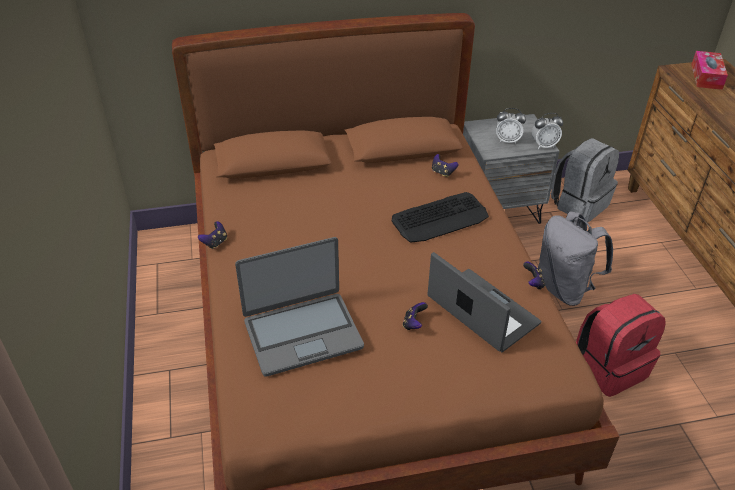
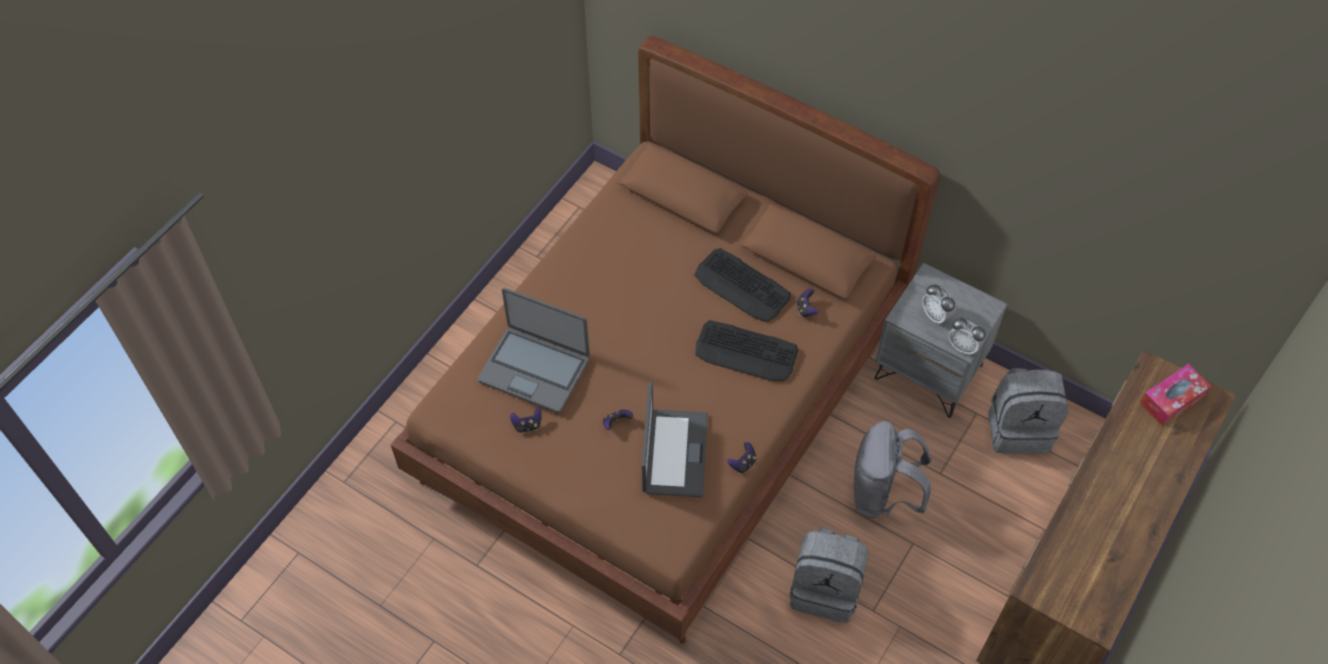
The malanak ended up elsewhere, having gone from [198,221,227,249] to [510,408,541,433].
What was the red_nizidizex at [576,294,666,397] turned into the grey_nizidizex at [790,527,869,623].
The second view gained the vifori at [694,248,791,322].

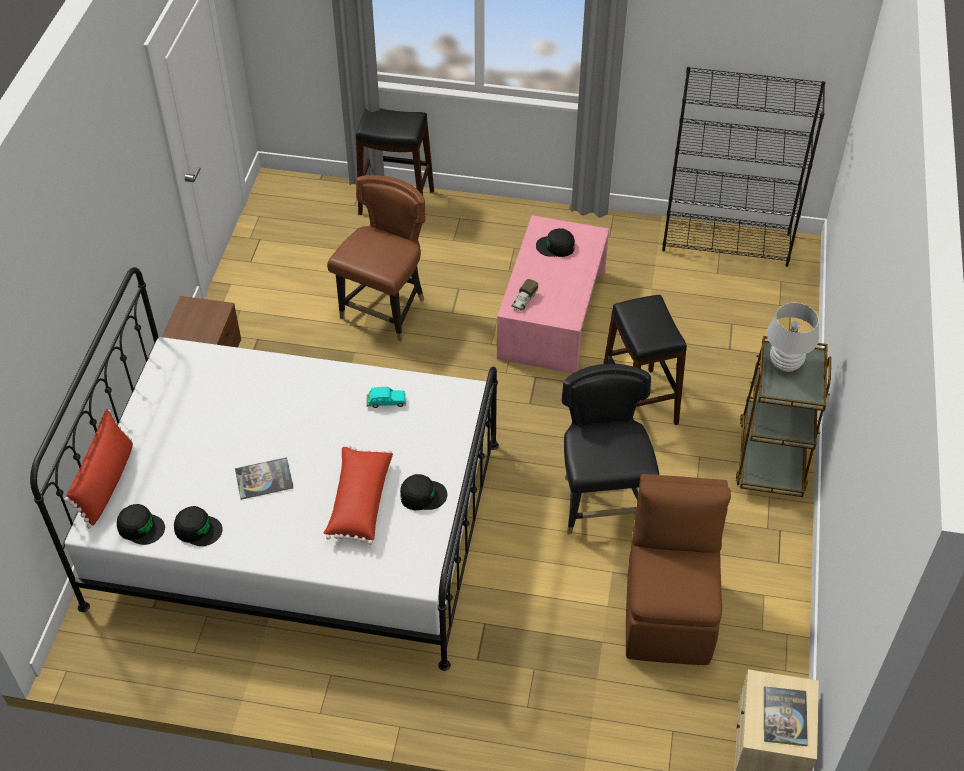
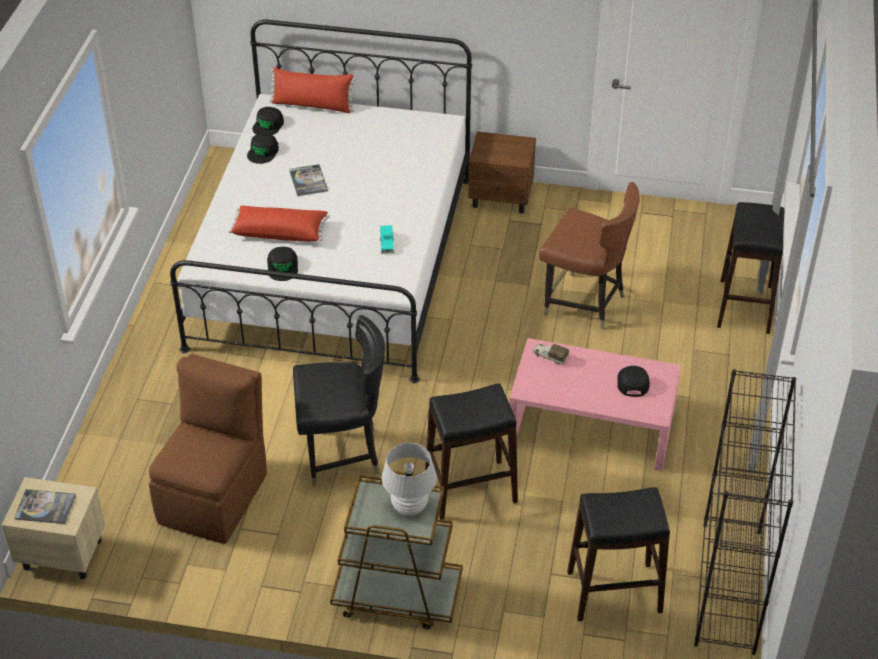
The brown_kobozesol at [626,474,731,665] ended up facing another way, 75 degrees counterclockwise from before.
The second view gained the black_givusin at [567,487,670,621].

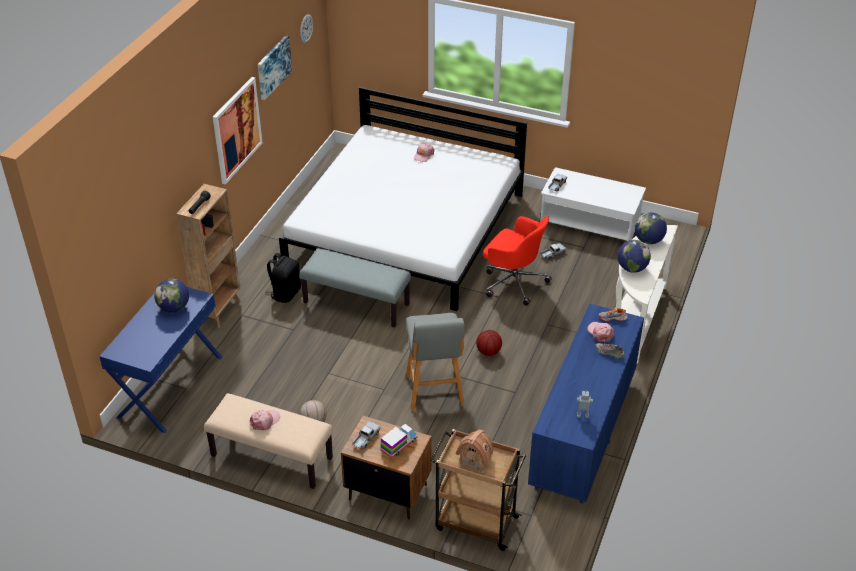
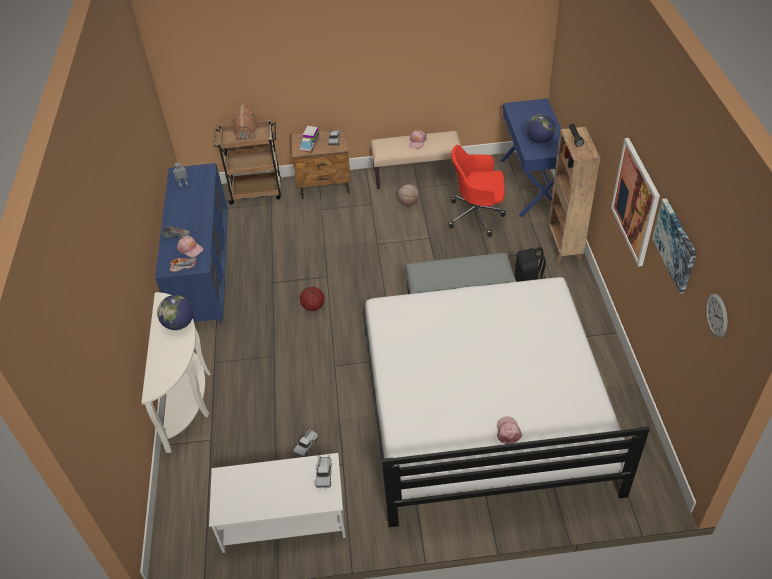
The second view lost the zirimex at [635,213,667,244].
The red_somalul ended up elsewhere, having gone from [483,216,552,306] to [449,145,506,237].
The second view lost the grey_givusin at [406,313,465,411].

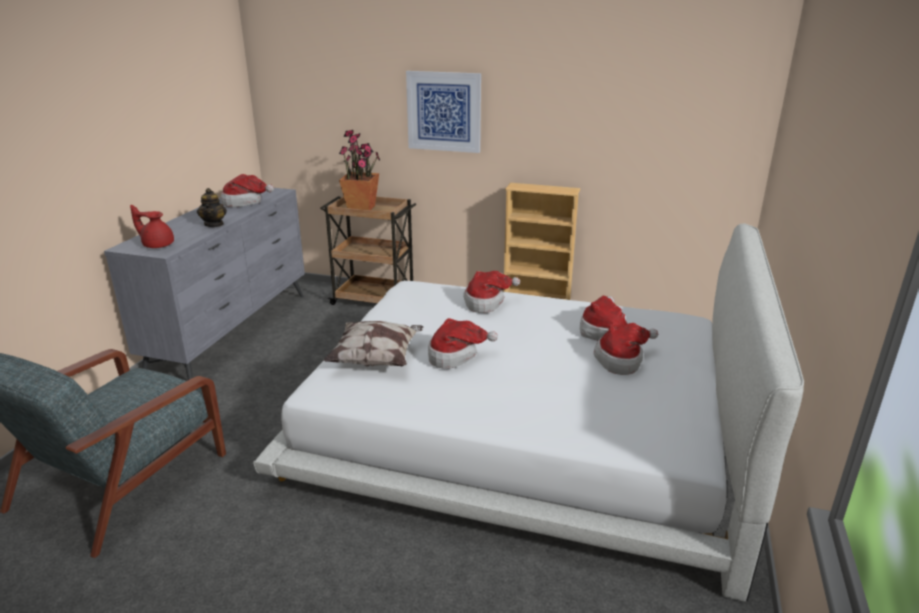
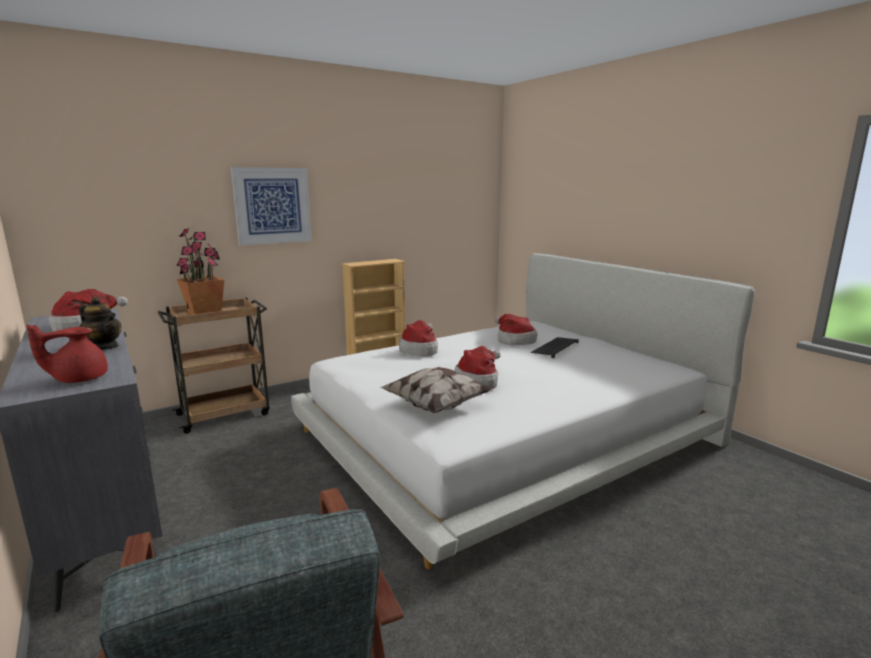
Where the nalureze stood at [594,323,658,375], the vifori came to stand at [531,337,579,358].

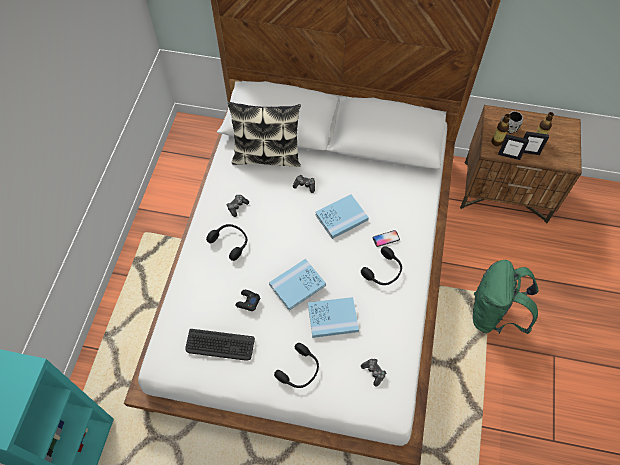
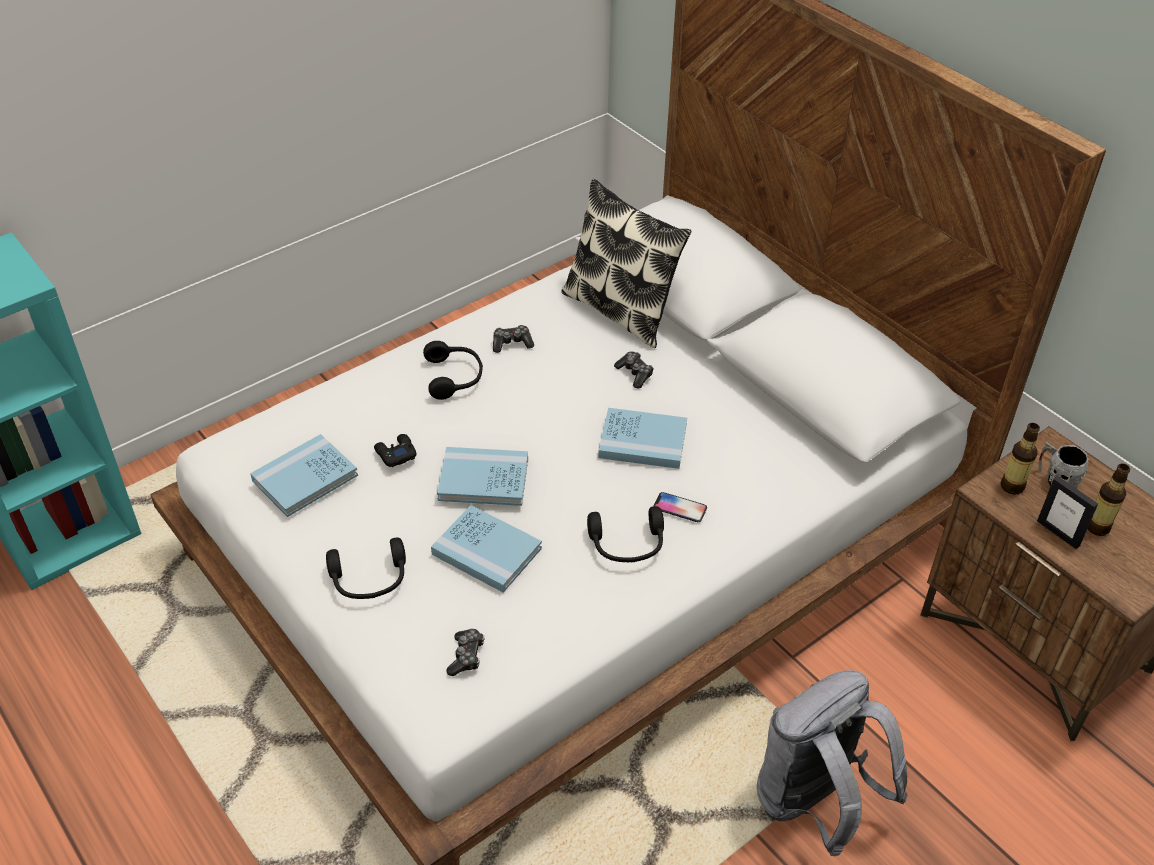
The second view lost the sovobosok at [498,134,529,160].
What was the green_nizidizex at [473,260,538,334] turned into the grey_nizidizex at [757,670,908,856].
Where the vifori stood at [185,329,255,361], the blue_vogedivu came to stand at [250,434,358,517].

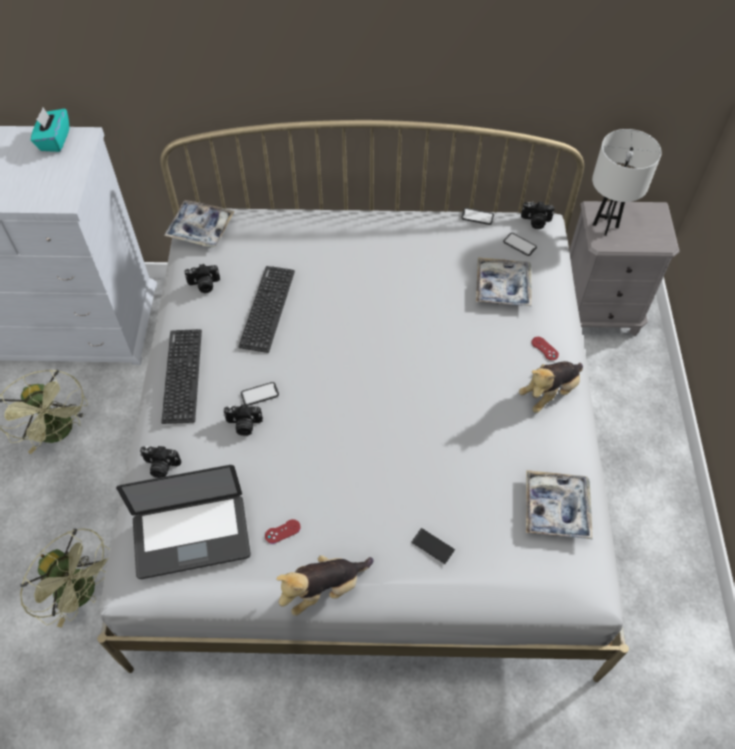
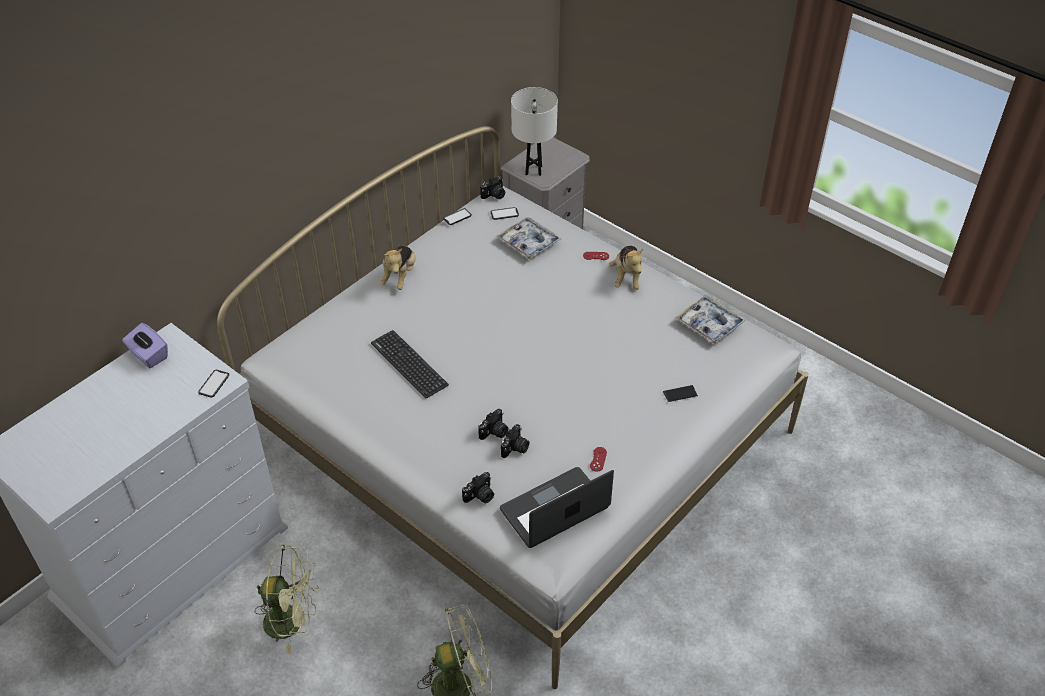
What was the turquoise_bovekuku at [31,108,69,152] turned into the purple_bovekuku at [122,323,168,368].
The second view lost the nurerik at [164,200,235,248].
The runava ended up elsewhere, having gone from [185,264,220,293] to [501,424,529,458].
The second view lost the vifori at [161,329,202,424].
The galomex ended up elsewhere, having gone from [241,382,279,406] to [198,370,229,398].
The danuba at [116,465,251,579] ended up facing another way, 150 degrees counterclockwise from before.
The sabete ended up elsewhere, having gone from [276,555,374,616] to [380,245,416,290].

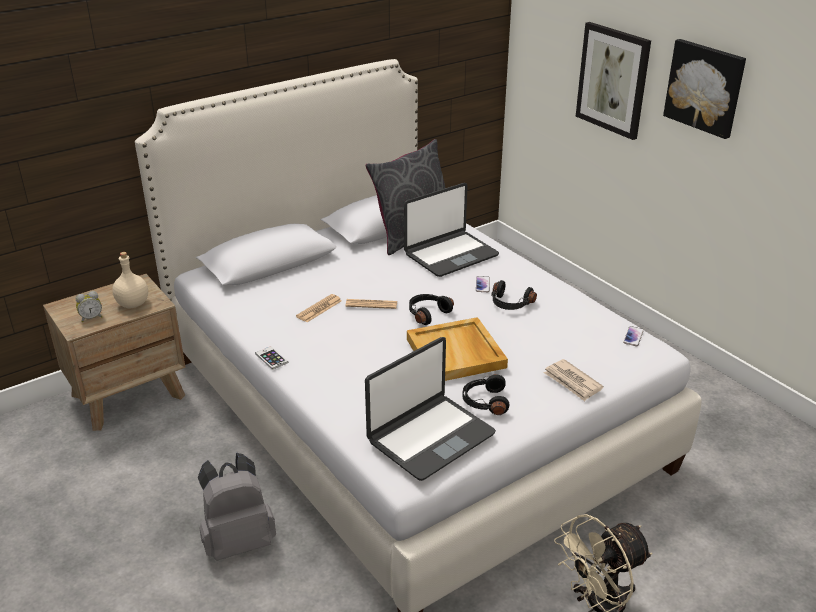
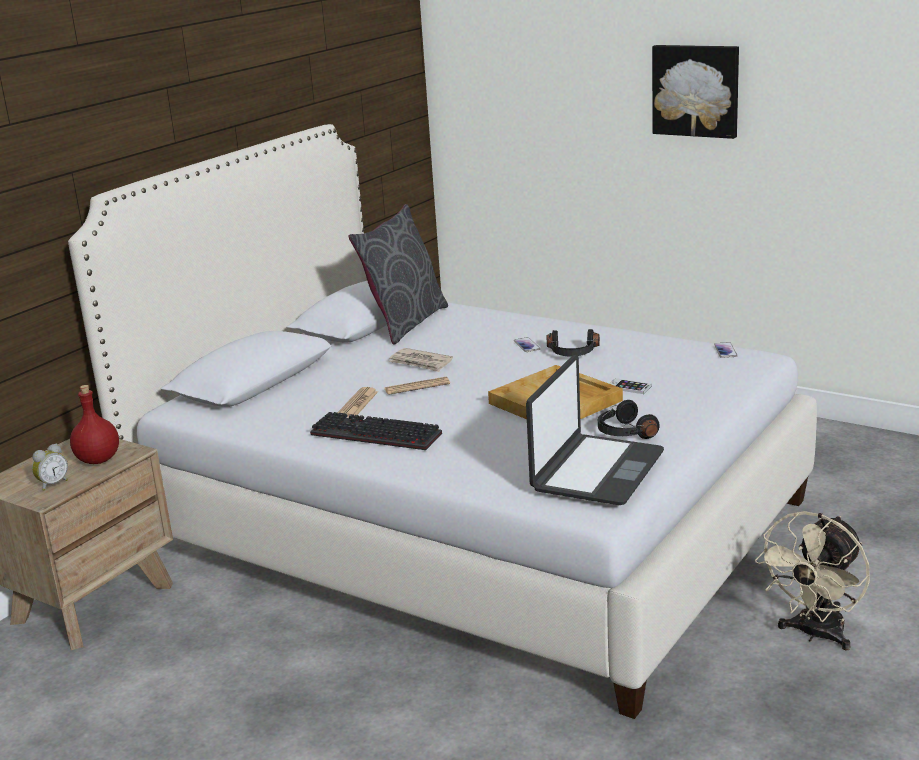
The second view lost the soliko at [576,22,651,140].
The second view lost the danuba at [404,183,499,277].
What was the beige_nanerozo at [112,252,148,309] turned into the red_nanerozo at [70,385,119,464].
The second view lost the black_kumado at [409,294,454,325].
The galomex ended up elsewhere, having gone from [255,346,288,370] to [610,378,652,394].
The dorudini ended up elsewhere, having gone from [544,359,603,401] to [389,348,453,372].
The second view lost the grey_nizidizex at [198,453,276,561].
The second view gained the vifori at [310,412,442,450].

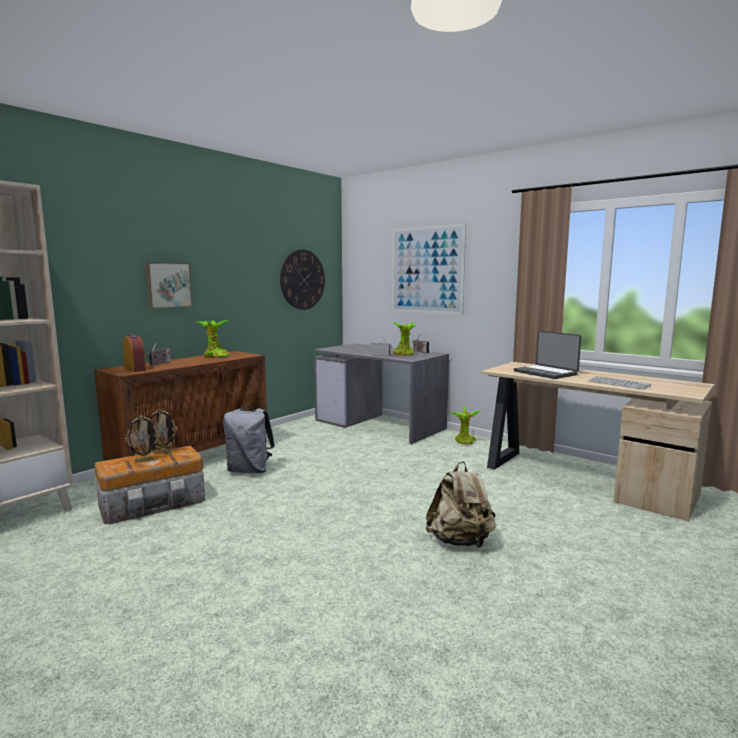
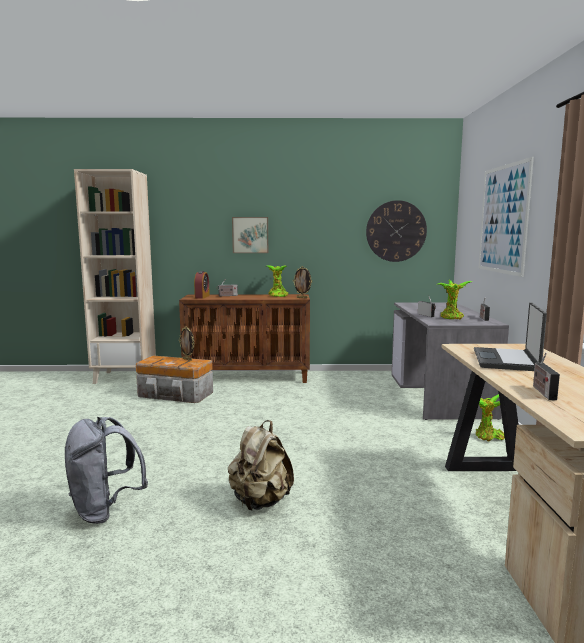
Where the vifori stood at [588,376,651,389], the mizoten came to stand at [533,353,560,400].
The grey_nizidizex ended up elsewhere, having gone from [223,407,275,473] to [65,417,148,524].
The sovobosok ended up elsewhere, having gone from [125,415,159,463] to [293,266,312,299].

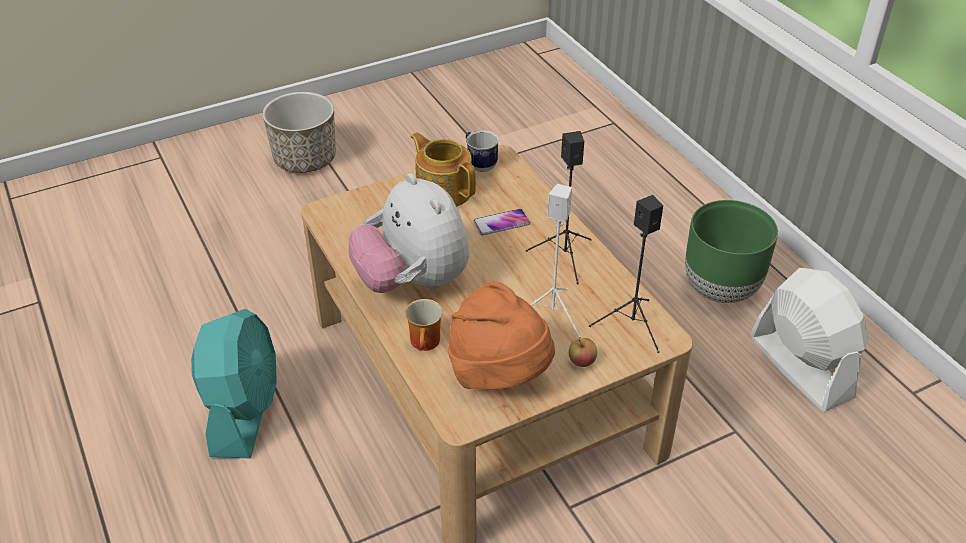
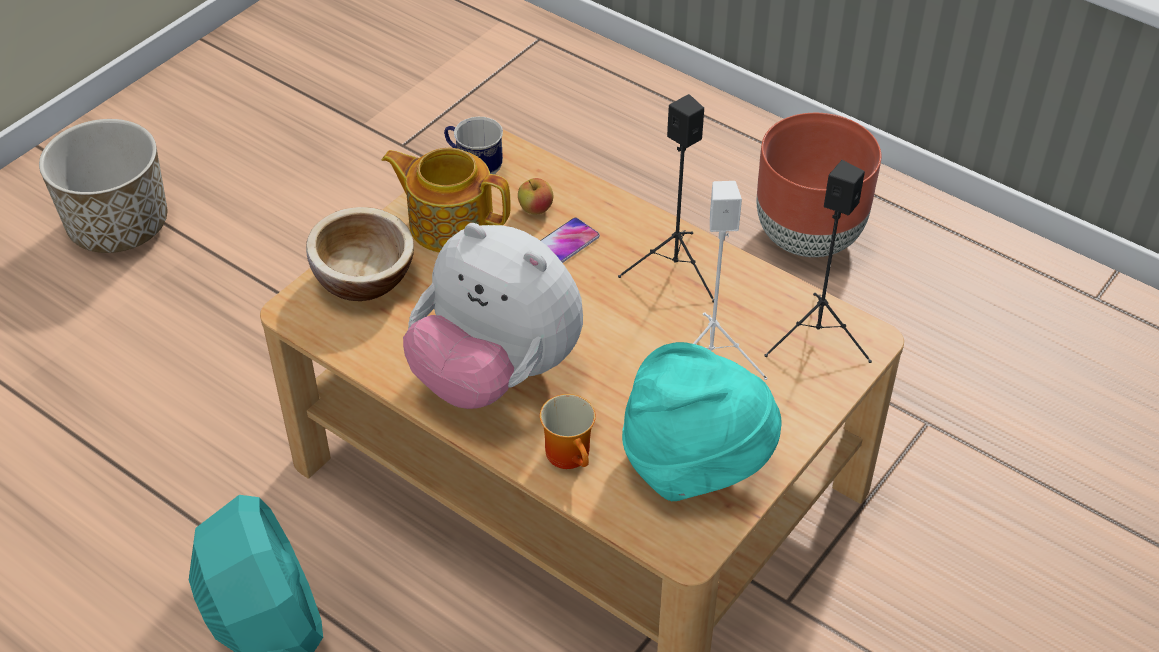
What was the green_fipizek at [685,200,778,303] turned into the brown_fipizek at [757,113,882,257].
The second view lost the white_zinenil at [750,268,868,411].
What was the orange_nalureze at [448,282,555,389] turned into the turquoise_nalureze at [622,342,782,501].
The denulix ended up elsewhere, having gone from [569,338,597,367] to [518,178,553,214].
The second view gained the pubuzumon at [306,207,414,301].

